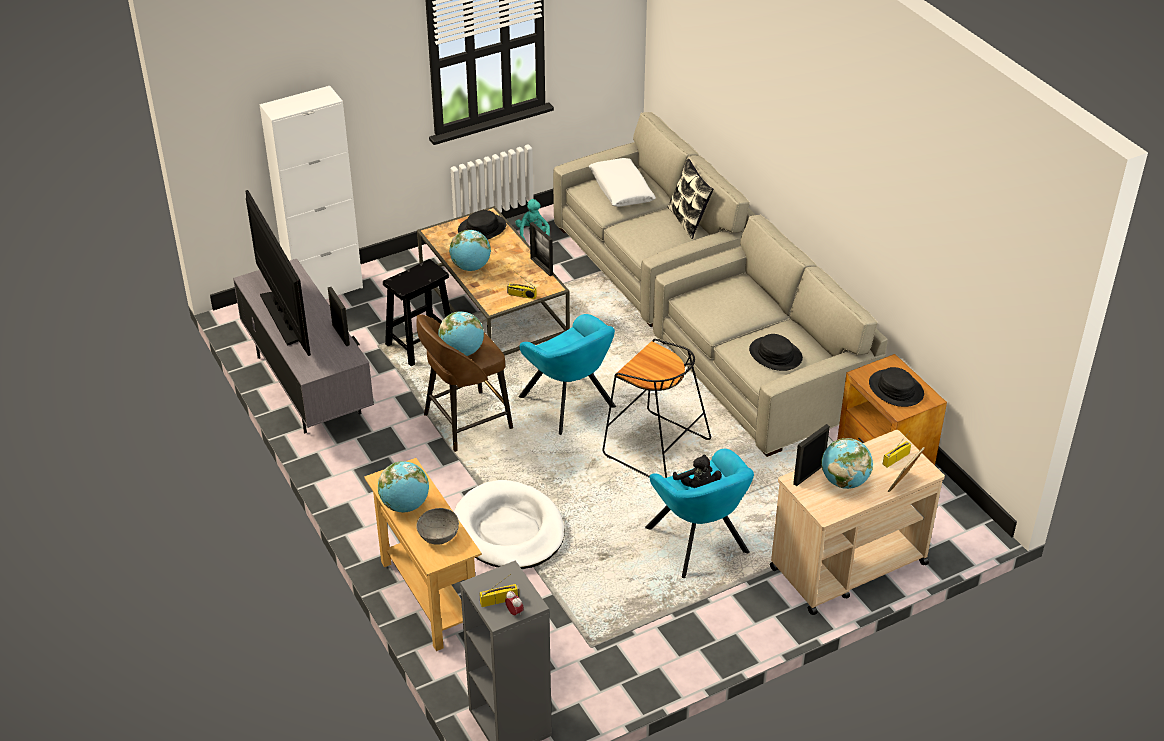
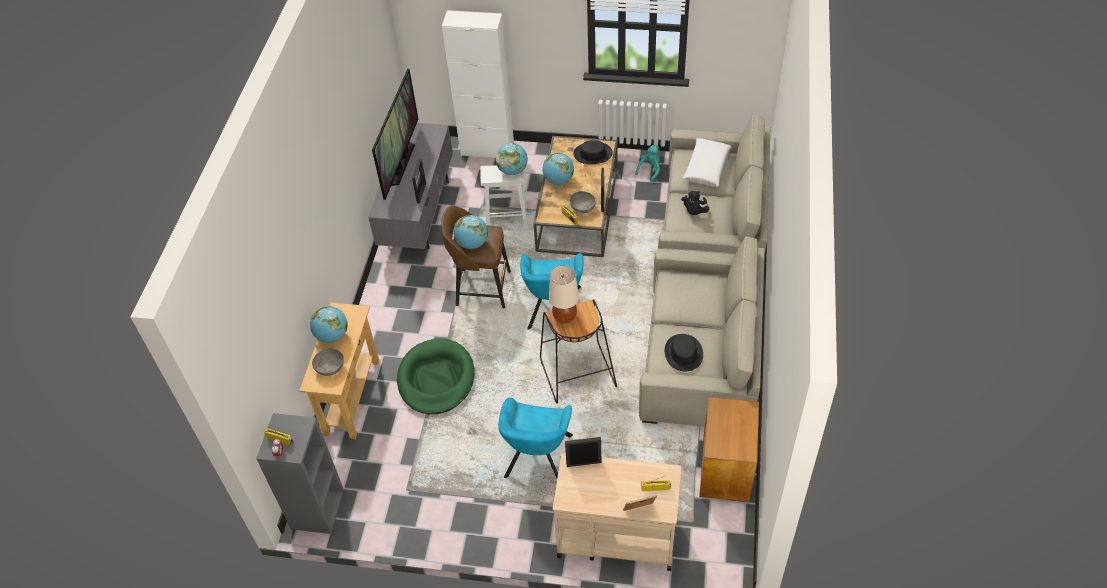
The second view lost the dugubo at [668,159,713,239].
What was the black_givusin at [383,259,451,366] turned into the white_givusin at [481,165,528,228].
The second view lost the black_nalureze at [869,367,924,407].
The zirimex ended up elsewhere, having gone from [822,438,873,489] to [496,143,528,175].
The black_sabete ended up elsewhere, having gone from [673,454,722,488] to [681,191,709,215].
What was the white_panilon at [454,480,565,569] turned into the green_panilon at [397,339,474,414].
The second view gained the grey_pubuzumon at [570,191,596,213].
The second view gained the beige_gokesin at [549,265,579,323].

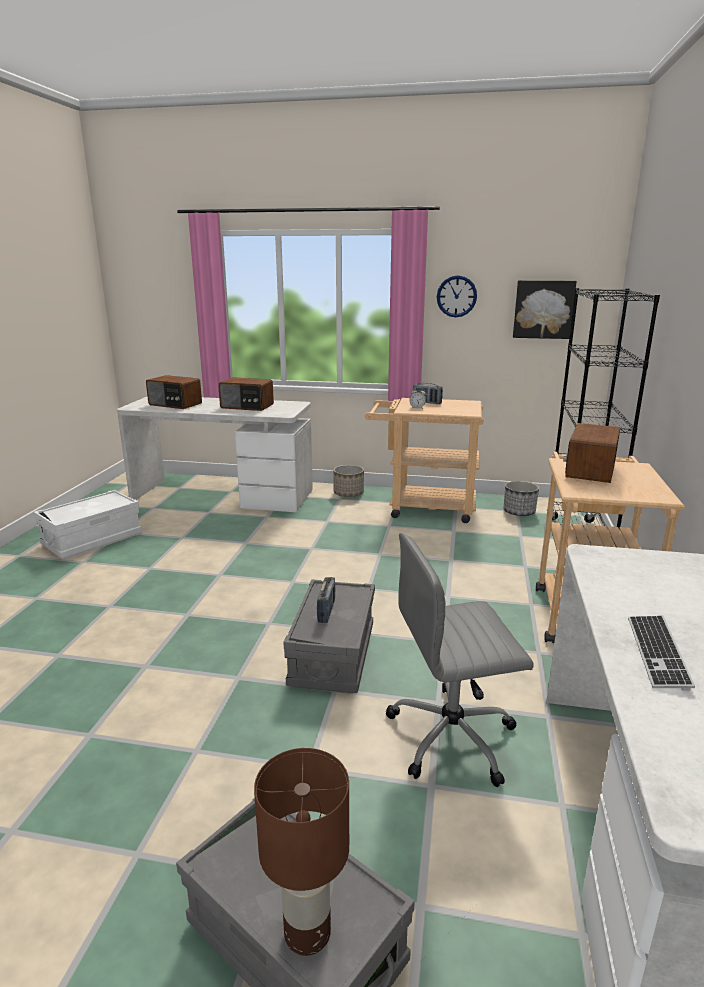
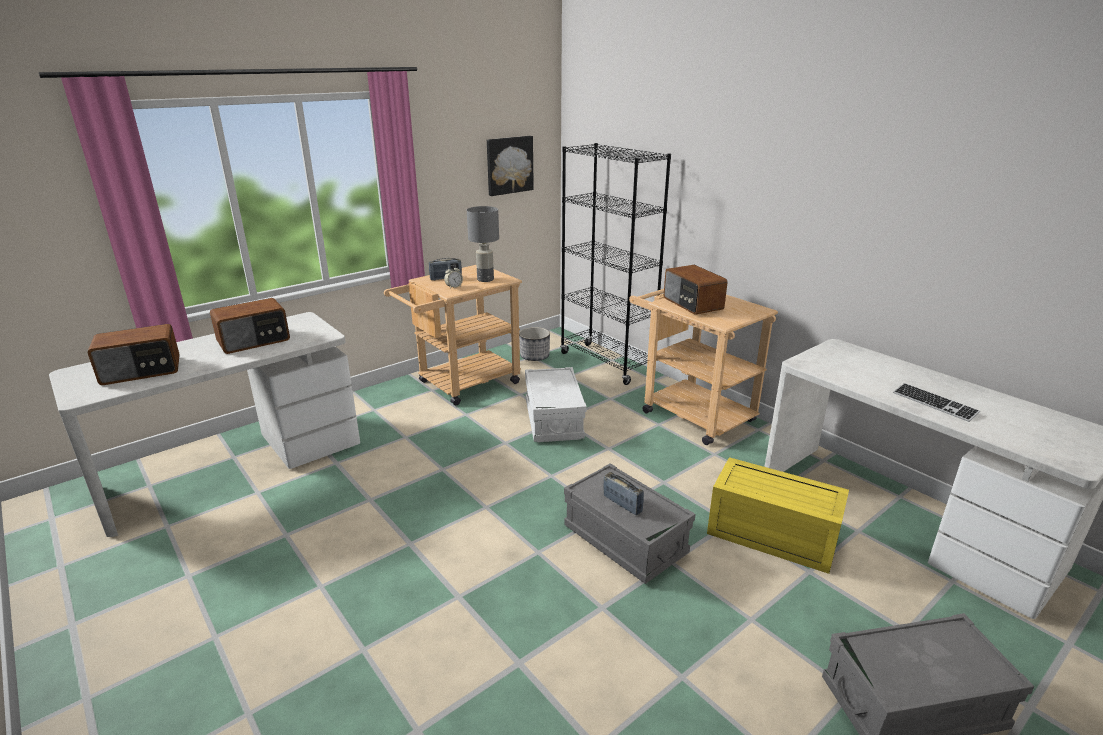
The second view lost the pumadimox at [437,276,477,317].
The second view lost the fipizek at [333,465,364,497].
The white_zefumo ended up elsewhere, having gone from [34,490,142,559] to [525,367,587,442].
Where the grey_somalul stood at [385,533,534,787], the yellow_zefumo came to stand at [707,457,849,574].
The second view lost the brown_gokesin at [254,748,349,956].
The second view gained the grey_gokesin at [467,206,499,282].

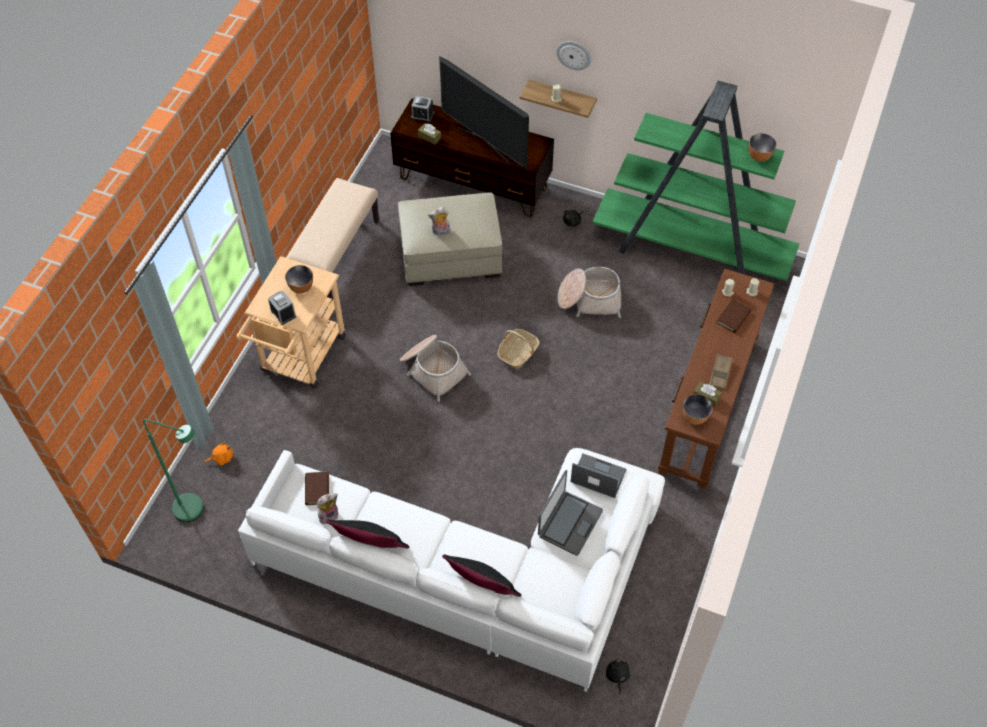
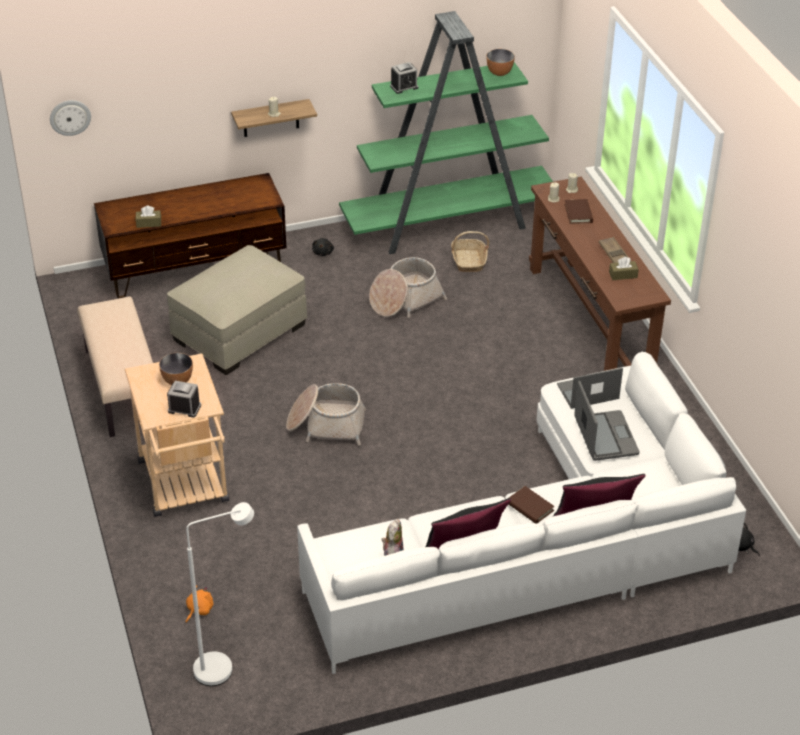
The pumadimox ended up elsewhere, having gone from [556,41,591,71] to [50,100,91,136].
The second view lost the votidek at [439,56,529,168].
The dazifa ended up elsewhere, having gone from [411,96,434,122] to [390,62,418,94].
The second view lost the sabete at [428,207,450,236].
The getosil ended up elsewhere, having gone from [497,329,539,368] to [451,231,489,272].
The second view lost the pubuzumon at [683,394,712,425].
What was the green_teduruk at [143,419,203,522] turned into the white_teduruk at [186,502,254,686].
The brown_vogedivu ended up elsewhere, having gone from [305,471,329,505] to [509,486,555,524].

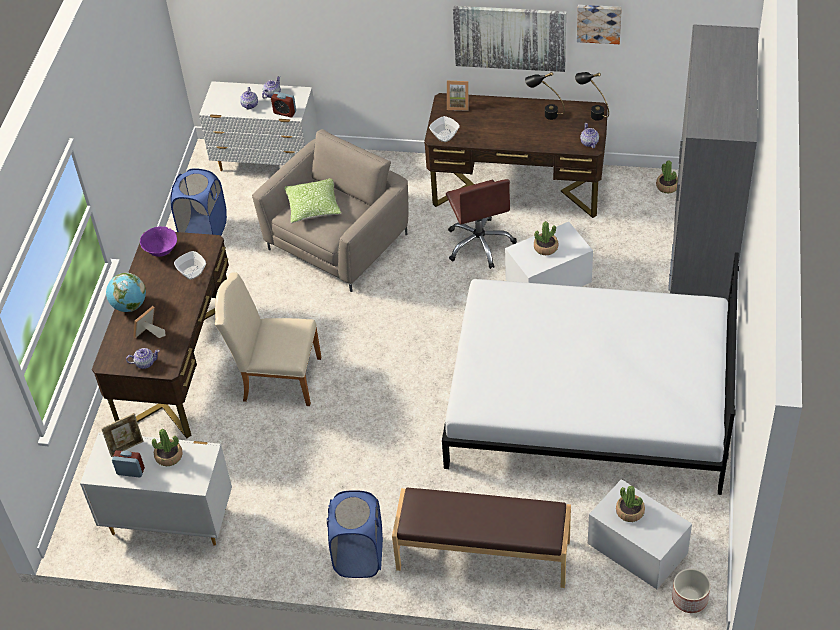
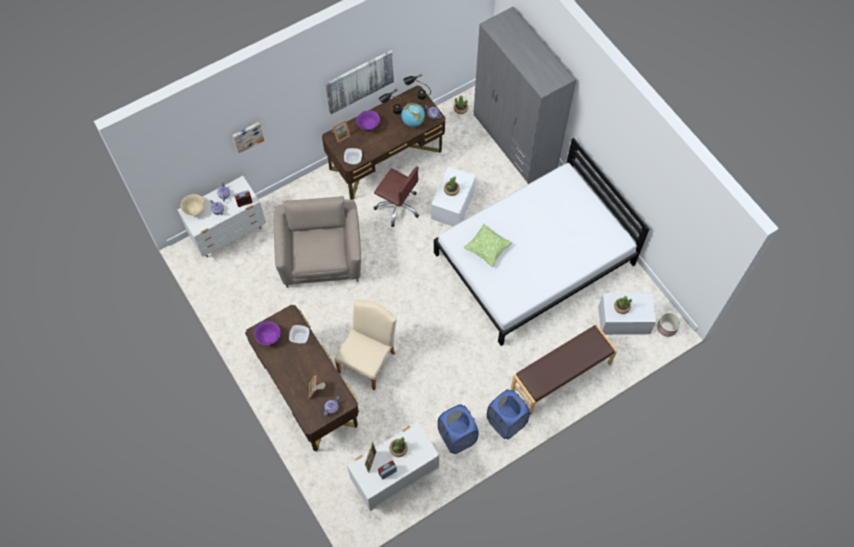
The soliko ended up elsewhere, having gone from [577,5,622,44] to [232,122,264,153].
The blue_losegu ended up elsewhere, having gone from [171,168,227,236] to [438,404,479,454].
The dugubo ended up elsewhere, having gone from [284,178,341,223] to [463,224,512,267].
The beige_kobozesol at [215,272,321,406] ended up facing another way, 150 degrees clockwise from before.
The zirimex ended up elsewhere, having gone from [106,273,146,312] to [401,103,425,127].
The second view gained the purple_pubuzumon at [356,110,380,130].
The second view gained the beige_pubuzumon at [181,194,205,216].

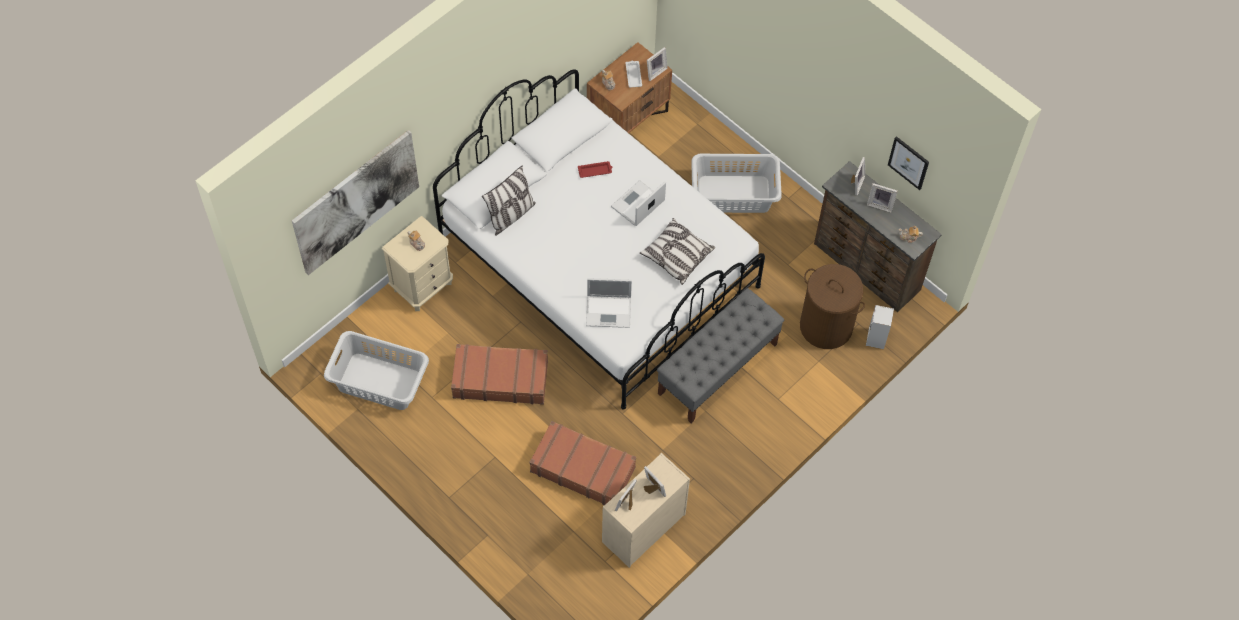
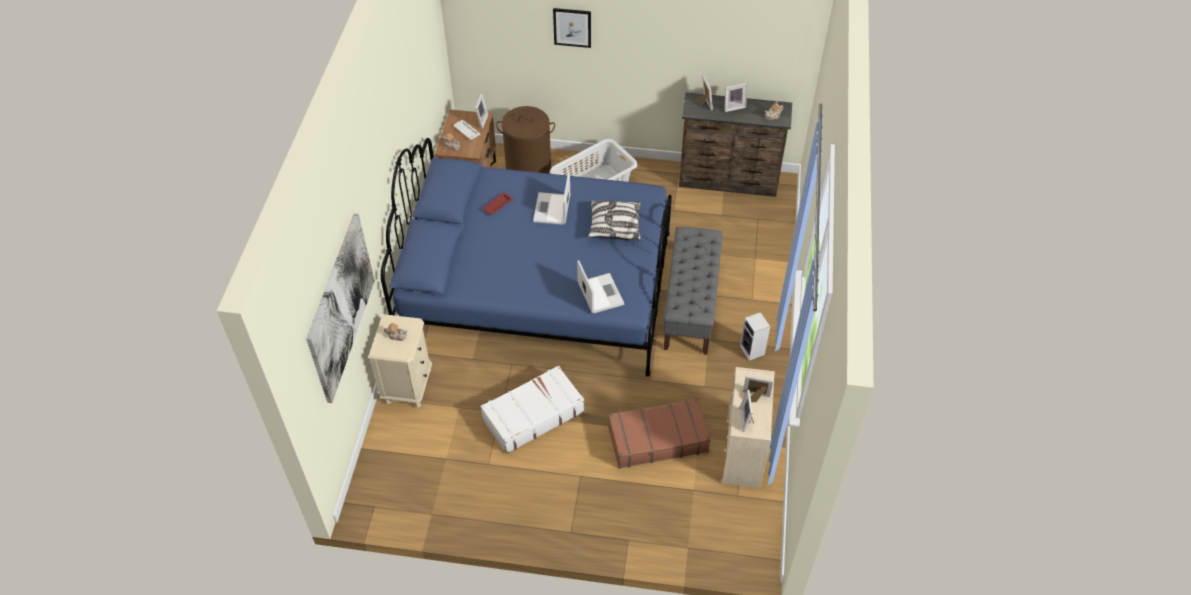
What was the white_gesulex at [433,69,765,410] turned into the blue_gesulex at [381,138,672,377].
The soliko ended up elsewhere, having gone from [888,136,929,190] to [553,8,591,48].
The second view lost the dugubo at [482,166,536,236].
The brown_losegu ended up elsewhere, having gone from [800,264,865,349] to [496,106,555,174].
The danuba at [586,278,632,328] ended up facing another way, 75 degrees counterclockwise from before.
The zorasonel ended up elsewhere, having gone from [866,305,894,349] to [740,312,770,361].
The second view lost the grey_losegu at [324,331,429,410].
What was the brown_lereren at [451,344,548,405] turned into the white_lereren at [481,365,584,454].

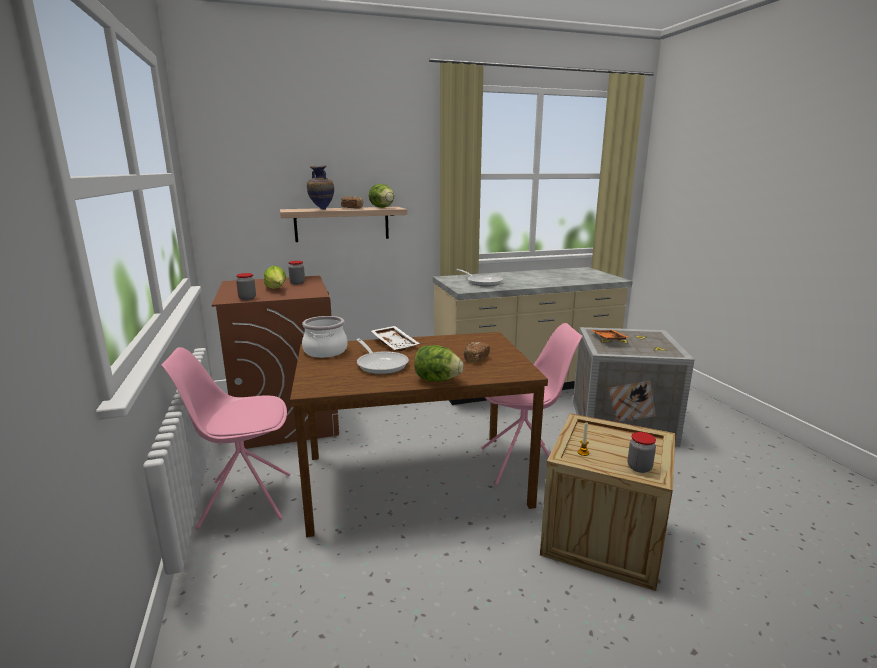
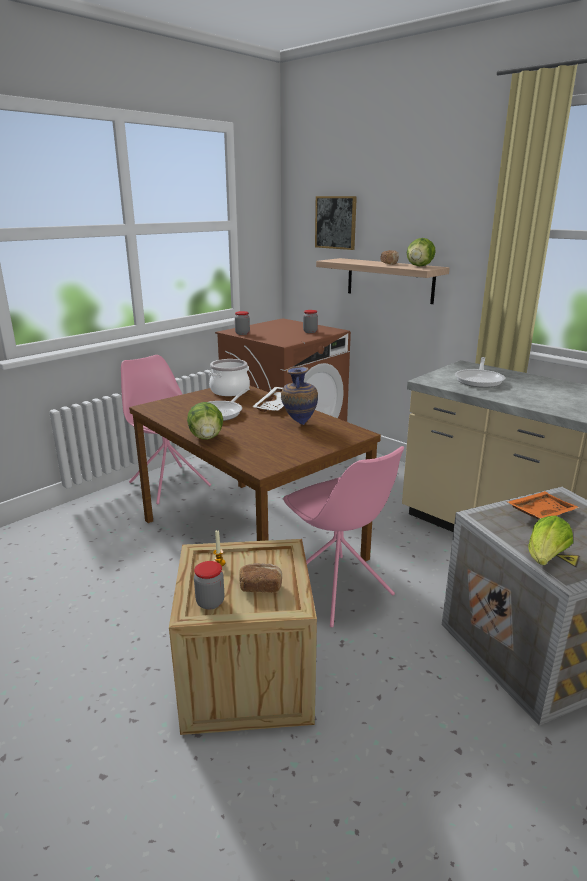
The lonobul ended up elsewhere, having gone from [307,165,334,210] to [281,366,318,425].
The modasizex ended up elsewhere, having gone from [264,266,286,289] to [528,515,573,565].
The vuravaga ended up elsewhere, having gone from [464,342,490,362] to [239,563,282,593].
The second view gained the soliko at [315,196,357,250].

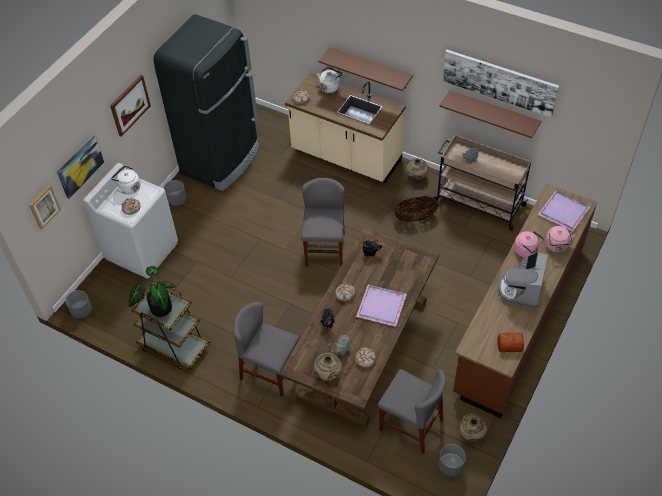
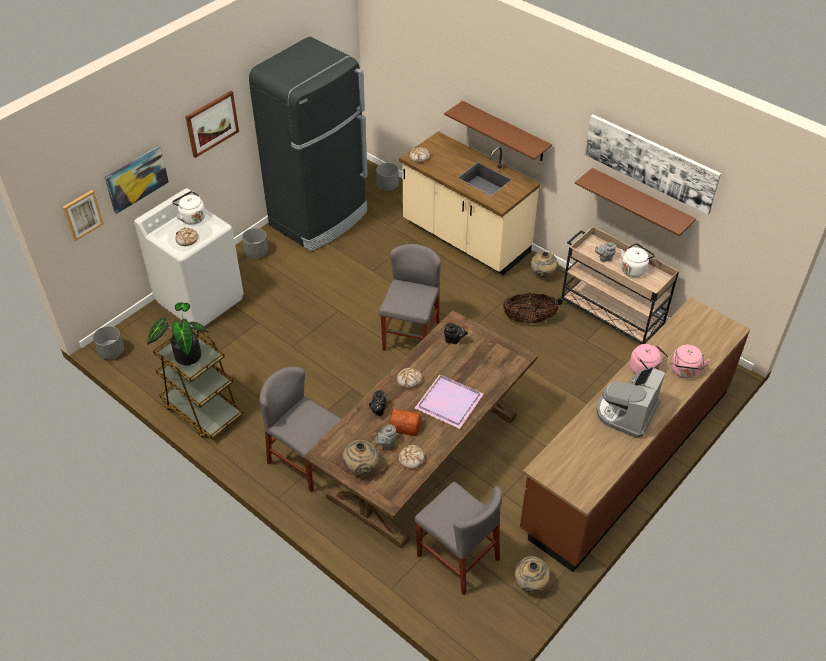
The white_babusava ended up elsewhere, having gone from [317,67,343,93] to [621,243,655,277].
The second view lost the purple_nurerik at [537,191,590,231].
The vuravaga ended up elsewhere, having gone from [497,333,524,352] to [389,409,421,436].
The grey_fipizek ended up elsewhere, having gone from [439,444,466,476] to [376,163,399,190].

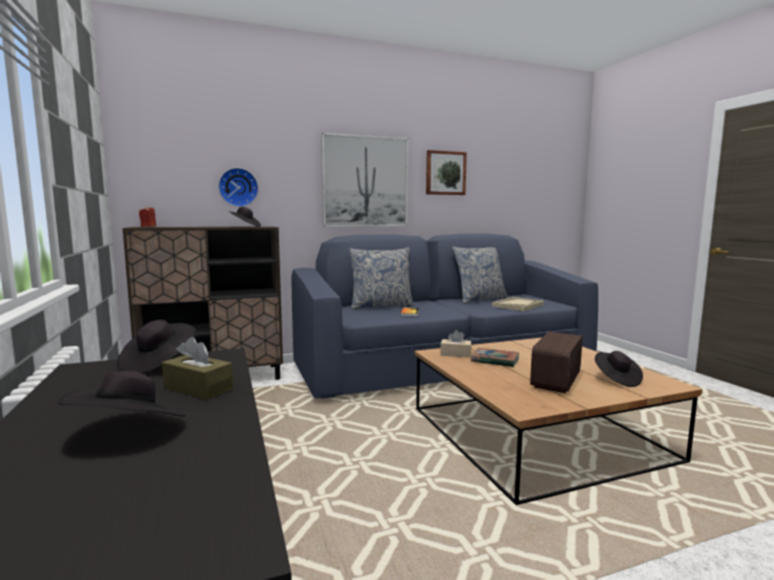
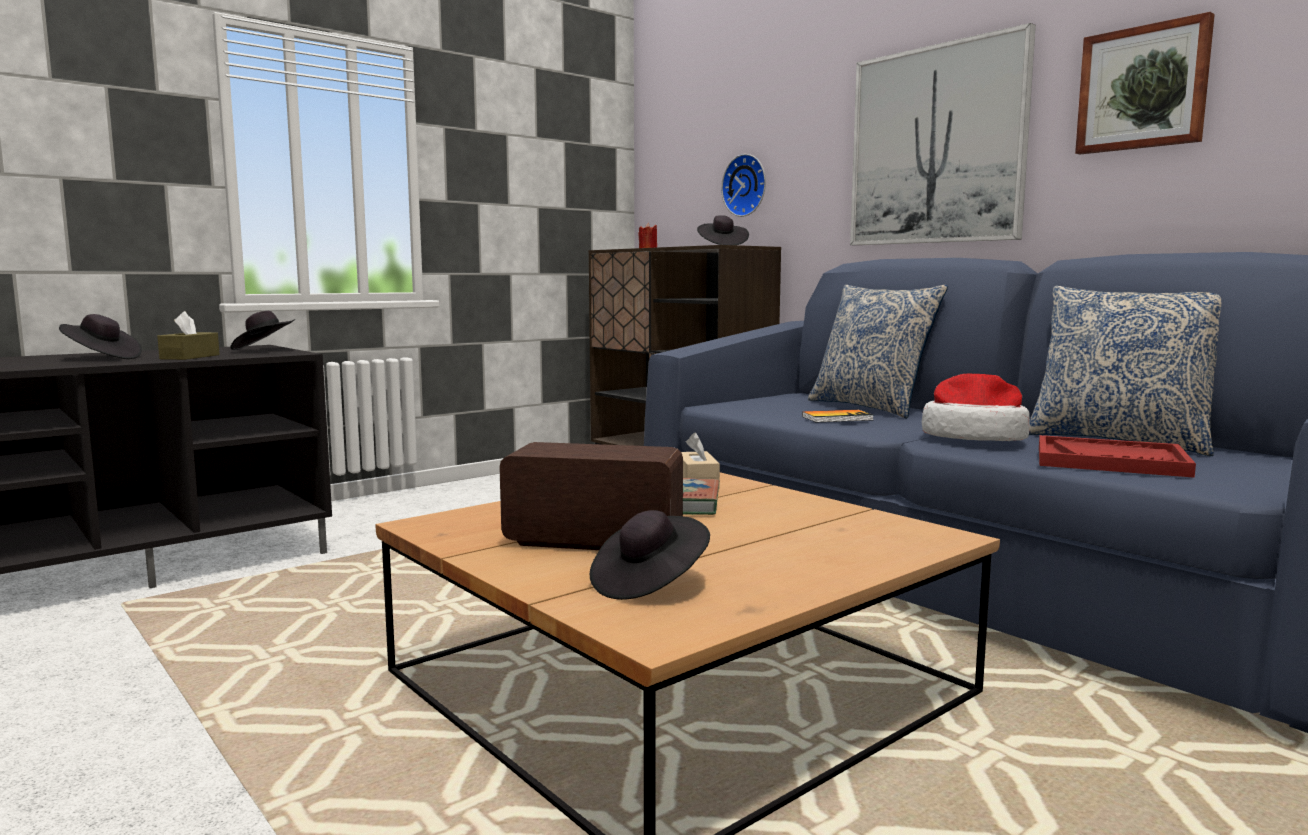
What was the beige_nurerik at [492,297,544,311] turned into the red_nurerik at [1039,435,1196,478].
The second view gained the nalureze at [922,374,1030,441].

